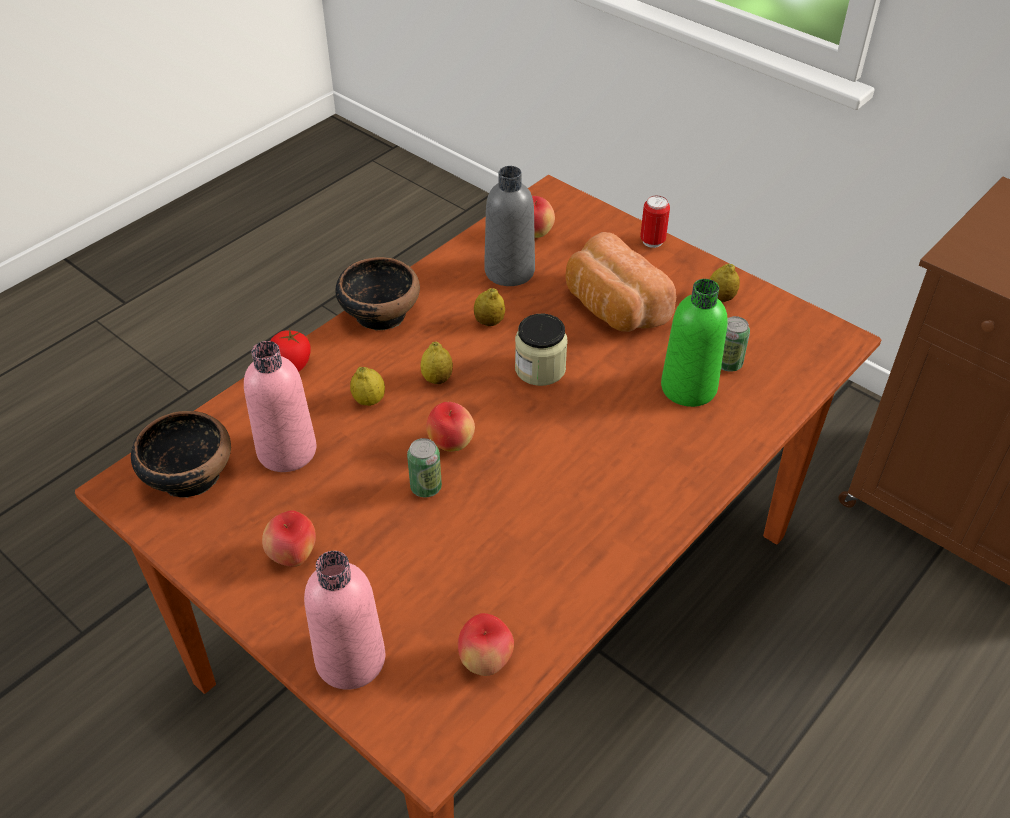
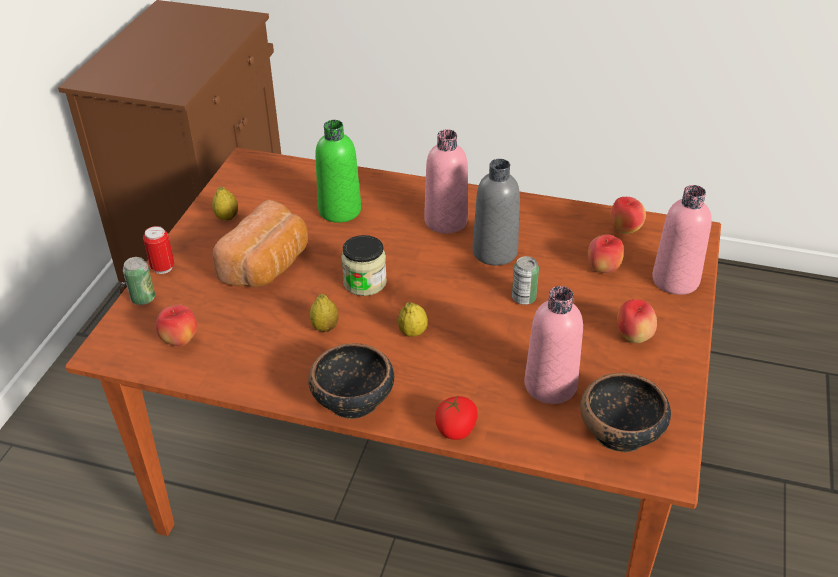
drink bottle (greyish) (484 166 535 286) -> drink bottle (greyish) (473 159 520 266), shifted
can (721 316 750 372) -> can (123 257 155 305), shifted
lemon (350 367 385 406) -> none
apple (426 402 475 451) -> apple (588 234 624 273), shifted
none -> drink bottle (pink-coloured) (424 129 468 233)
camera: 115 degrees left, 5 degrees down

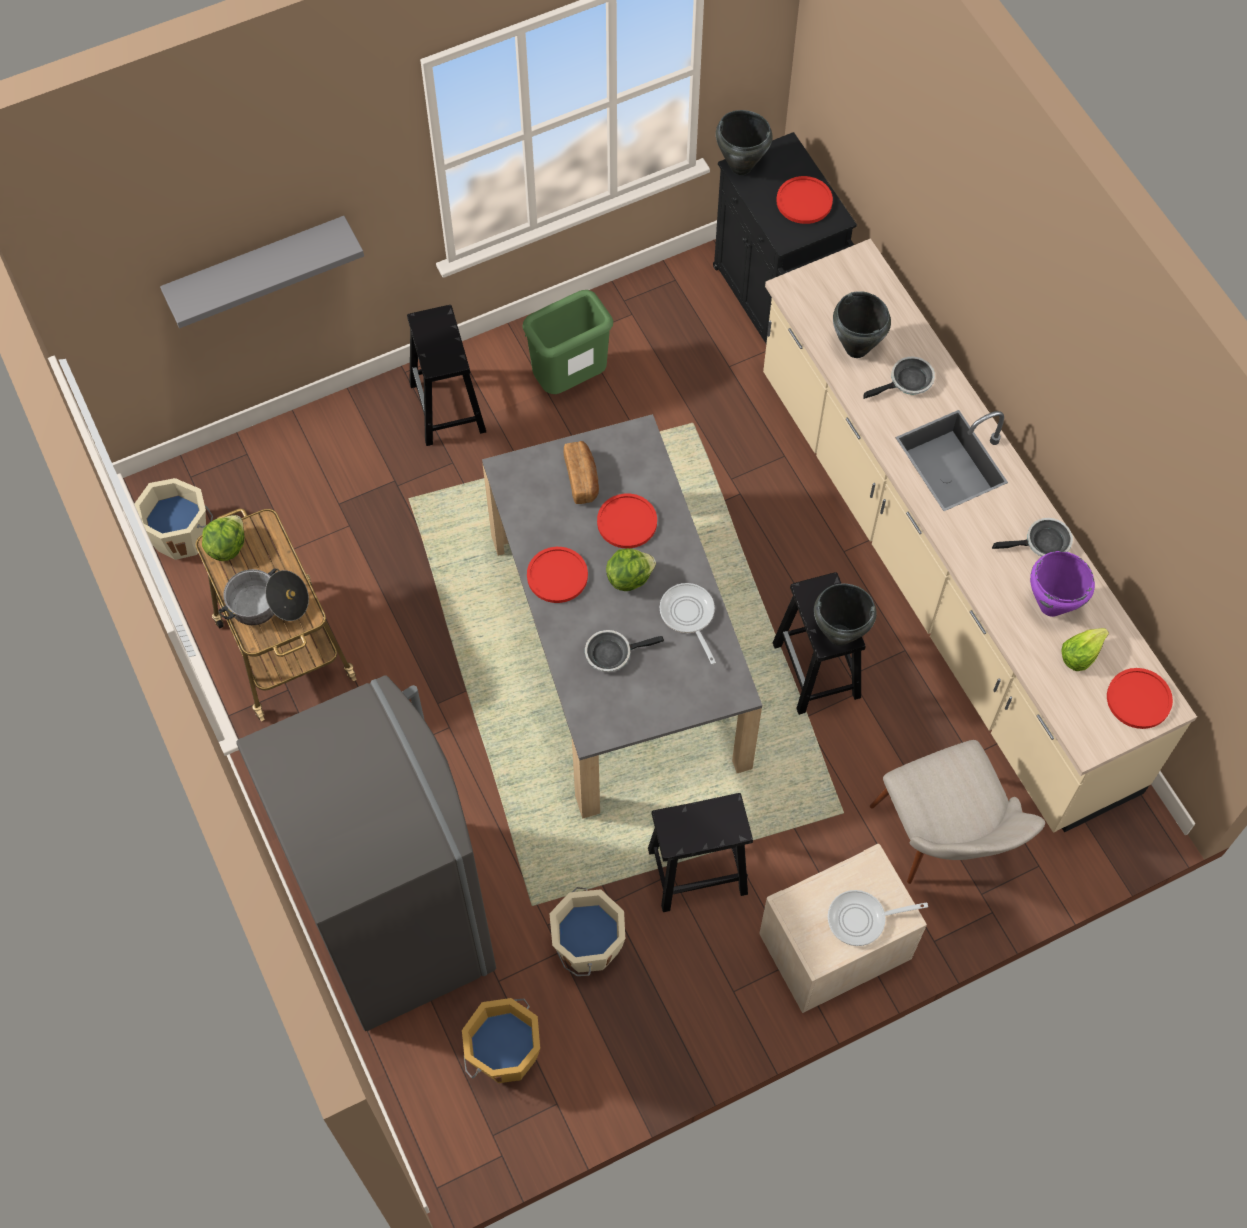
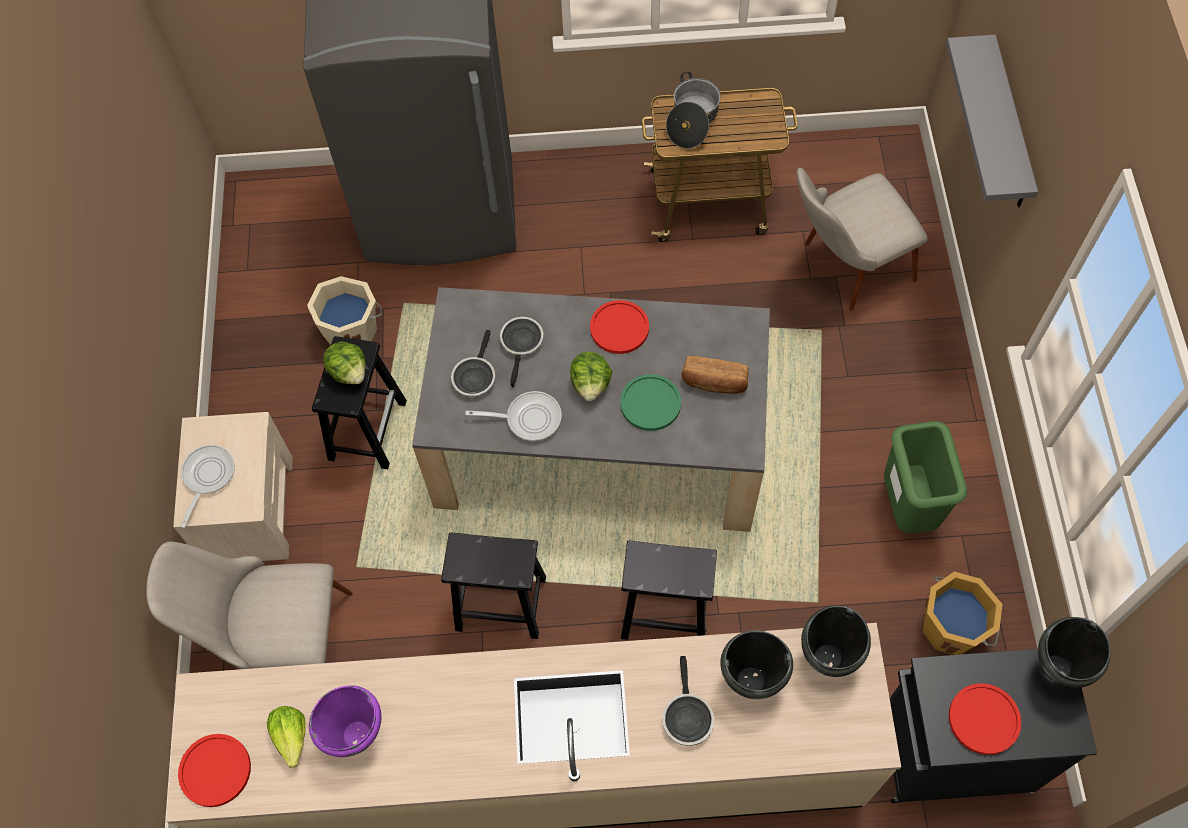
stool seat (black-coloured) (407 305 486 446) -> stool seat (black-coloured) (621 541 717 640), shifted
pail (beige) (134 478 213 560) -> none
plate (reddish) (597 493 657 548) -> plate (greenish) (620 374 681 431)
lettuce (202 515 245 561) -> lettuce (323 342 365 384), shifted
skillet (992 518 1073 557) -> skillet (451 330 495 397), shifted
saucepot (black-coloured) (814 584 877 646) -> saucepot (black-coloured) (801 606 871 677), shifted
pail (orange-coloured) (462 998 540 1083) -> pail (orange-coloured) (923 572 1002 655), shifted
none -> upright chair (beige) (796 168 928 311)
camera: 115 degrees right, 0 degrees up

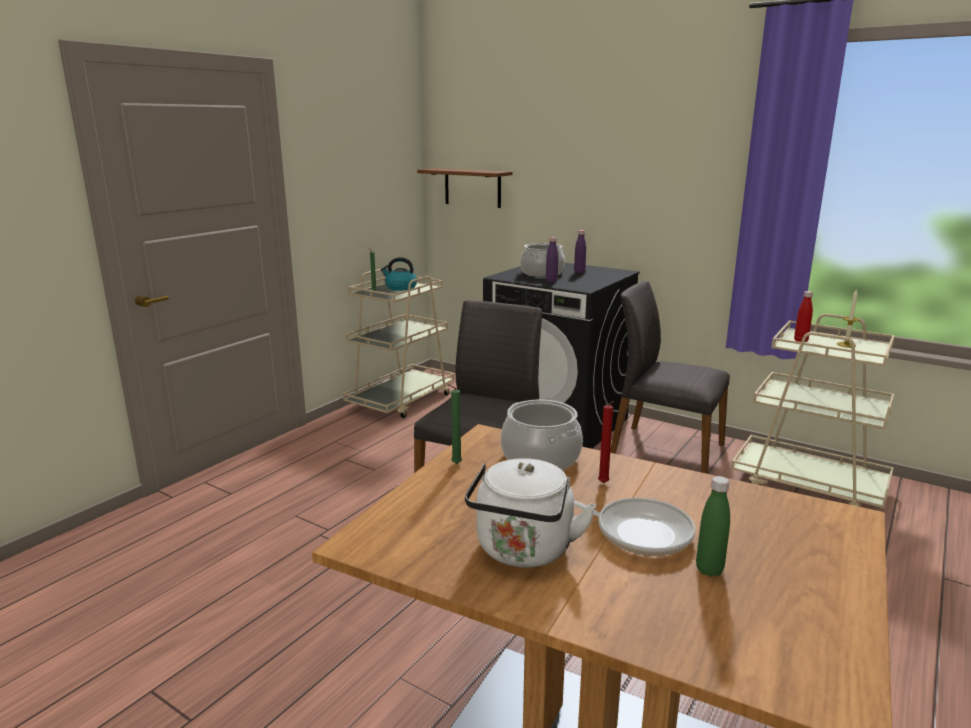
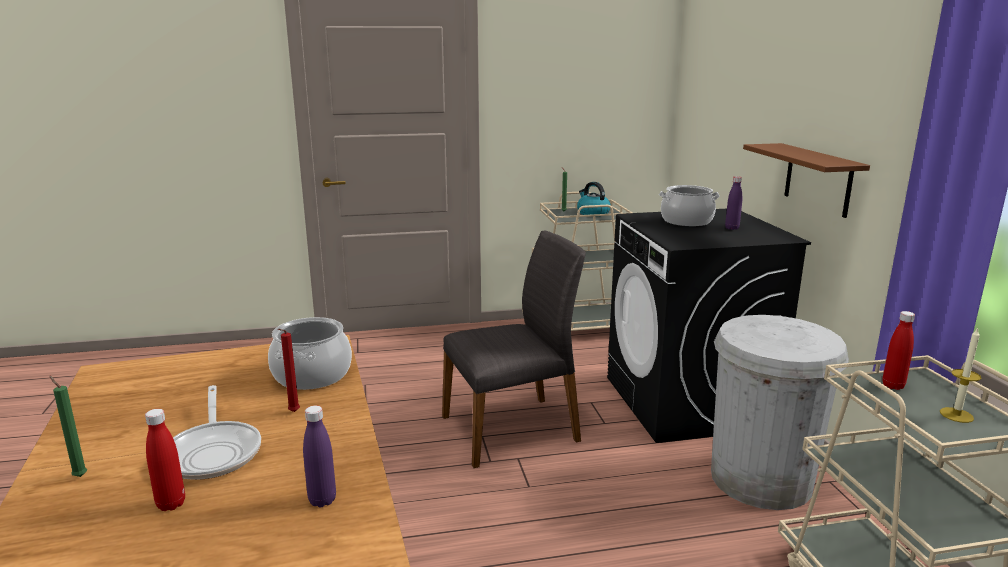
shelf (brownish) (417 168 513 208) -> shelf (brownish) (743 143 870 218), shifted
drink bottle (purple) (546 237 558 283) -> drink bottle (purple) (303 406 336 507), shifted
upright chair (greyish) (610 281 730 474) -> rubbish bin (whitish) (711 315 849 510)
wax light (greenish) (447 384 462 464) -> wax light (greenish) (49 376 87 477), shifted
kettle (whitish) (465 458 596 568) -> none
drink bottle (greenish) (696 476 730 577) -> drink bottle (reddish) (145 409 185 511)
camera: 45 degrees right, 0 degrees up

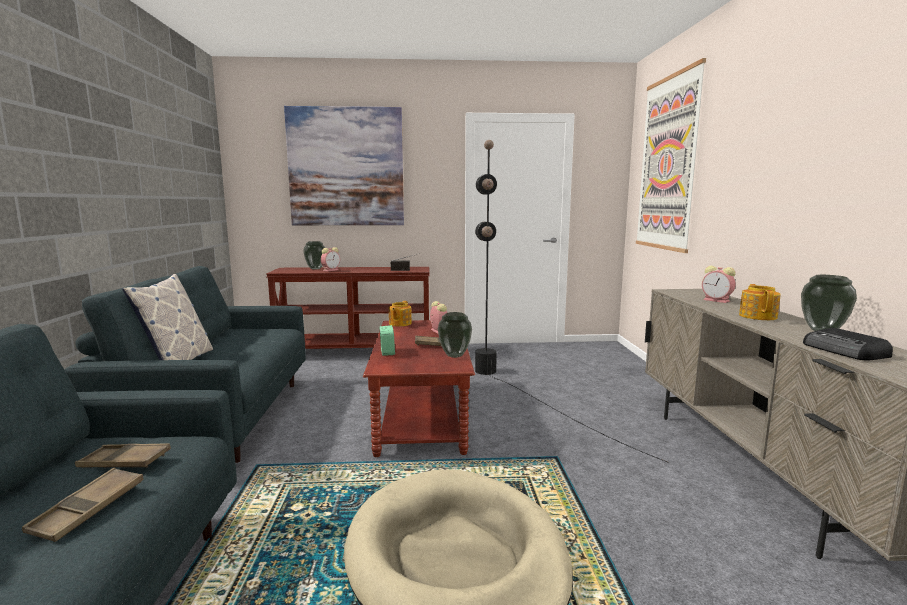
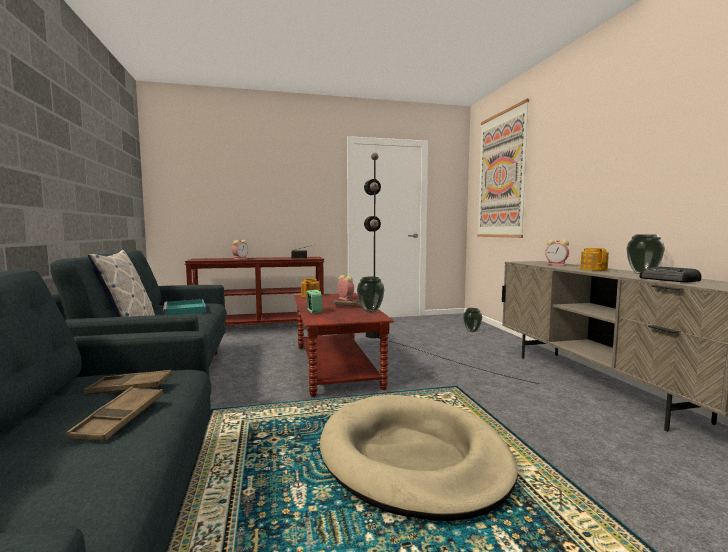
wall art (284 106 404 225) -> none
vase (303 241 325 270) -> vase (463 308 482 332), shifted
none -> serving tray (turquoise-coloured) (163 299 206 315)
camera: 10 degrees left, 5 degrees down

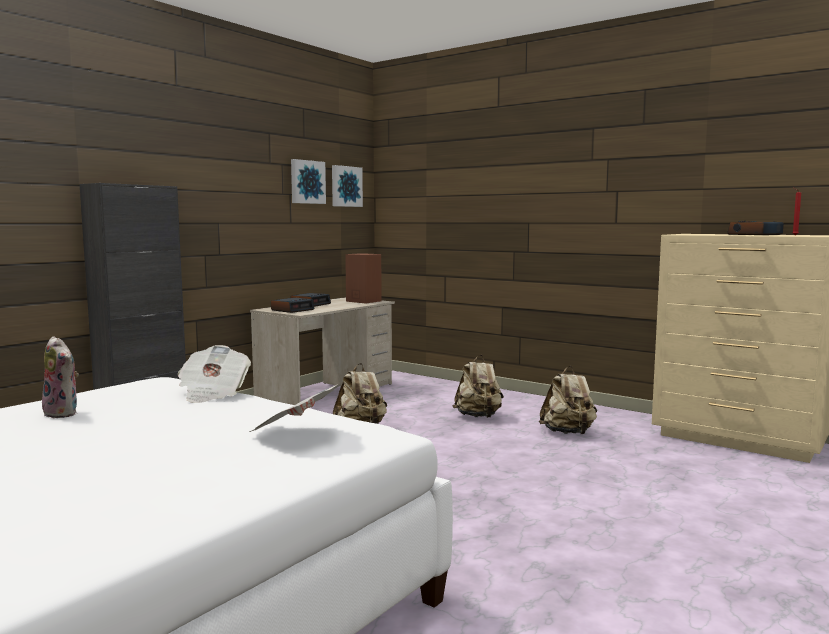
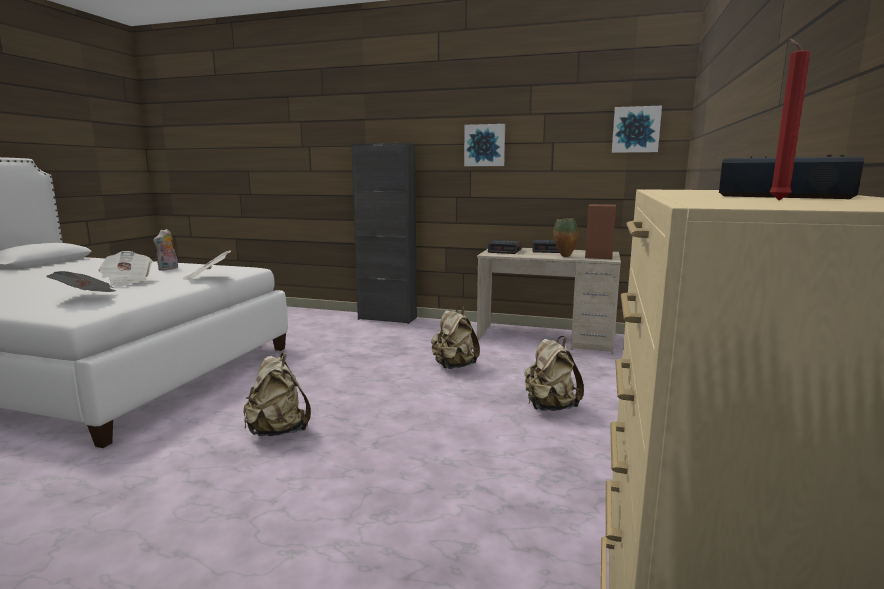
wall art (291 159 326 204) -> wall art (464 124 505 166), shifted
backpack (beige) (539 366 597 435) -> backpack (beige) (243 353 311 436), shifted
none -> vase (553 218 578 257)
none -> printed paper (99 251 153 287)
camera: 70 degrees right, 5 degrees up

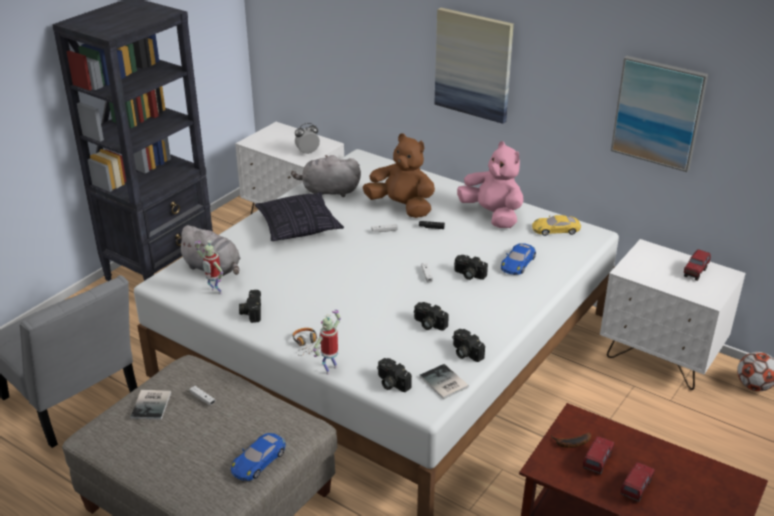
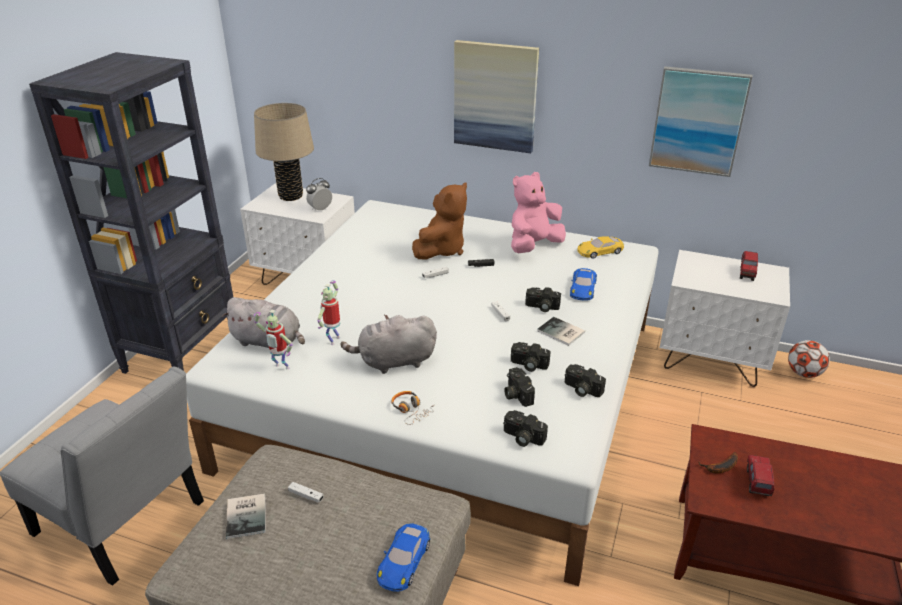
cuddly toy (brownish) (363 133 435 218) -> cuddly toy (brownish) (412 182 467 260), 105 degrees clockwise
cuddly toy (pink-coloured) (457 141 524 228) -> cuddly toy (pink-coloured) (511 172 566 253), 75 degrees counterclockwise
cuddly toy (greyish) (291 155 361 197) -> cuddly toy (greyish) (341 315 437 374), shifted
pillow (254 192 344 241) -> none
still camera (239 290 261 323) -> still camera (504 367 535 407), shifted
model robot (313 310 341 375) -> model robot (317 280 340 345), shifted
volume (420 364 469 399) -> volume (537 317 585 346), shifted
toy truck (620 462 655 502) -> none
none -> tabletop lamp (beige) (254 103 314 201)
camera: 15 degrees left, 0 degrees up

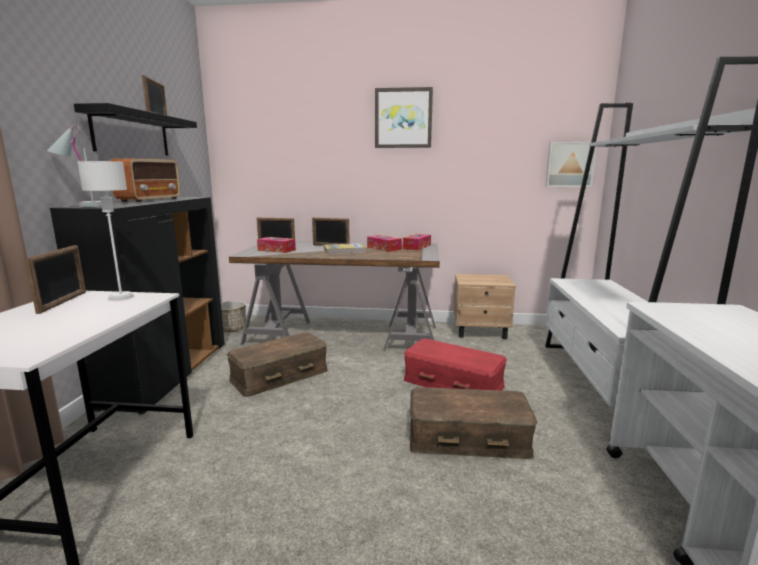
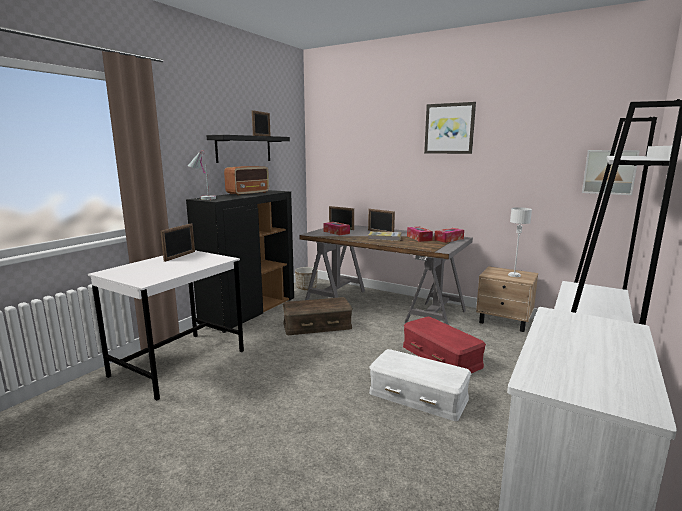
tabletop lamp (whitish) (77 161 135 301) -> tabletop lamp (whitish) (508 207 532 277), shifted
storage bin (brownish) (410 387 537 459) -> storage bin (whitish) (369 349 471 421)
camera: 25 degrees right, 0 degrees up

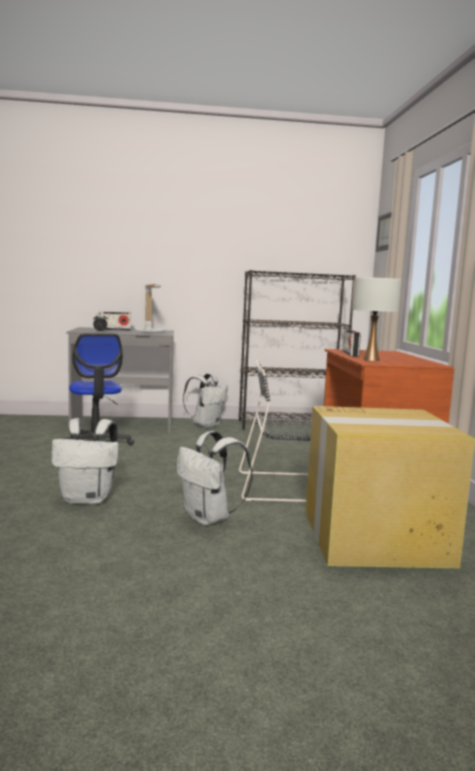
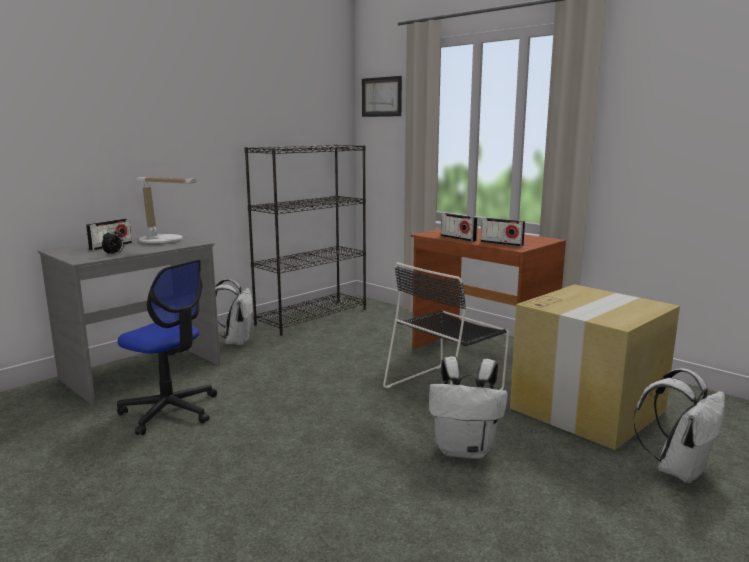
tabletop lamp (whitish) (352 277 402 361) -> radio (481 218 525 247)
backpack (whitish) (52 418 119 504) -> backpack (whitish) (633 368 725 483), shifted
camera: 40 degrees left, 5 degrees up

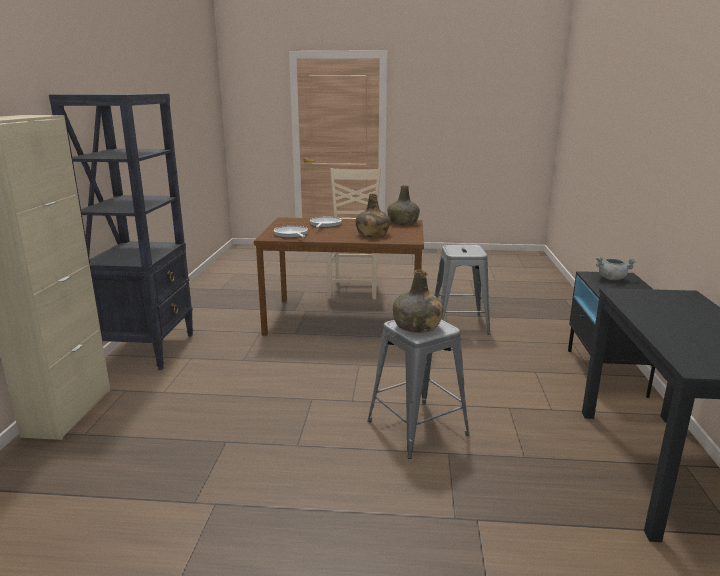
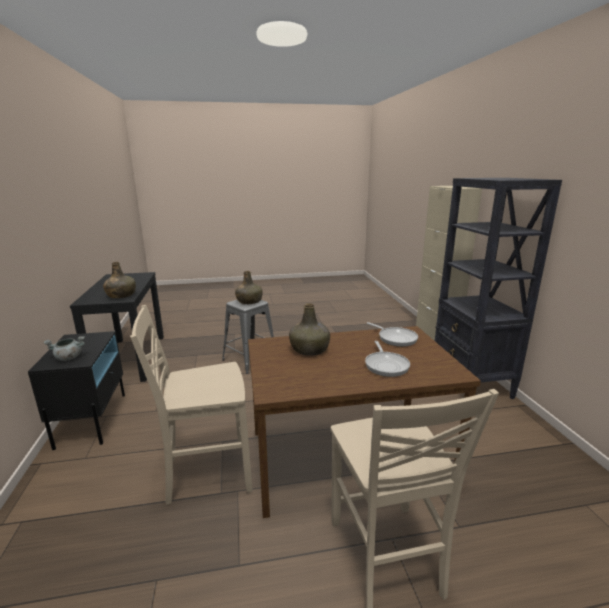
drink bottle (greenish) (387 185 420 225) -> drink bottle (greenish) (103 262 136 298), shifted
stool seat (greyish) (434 245 490 335) -> upright chair (beige) (130 305 252 505)
camera: 165 degrees right, 0 degrees up

